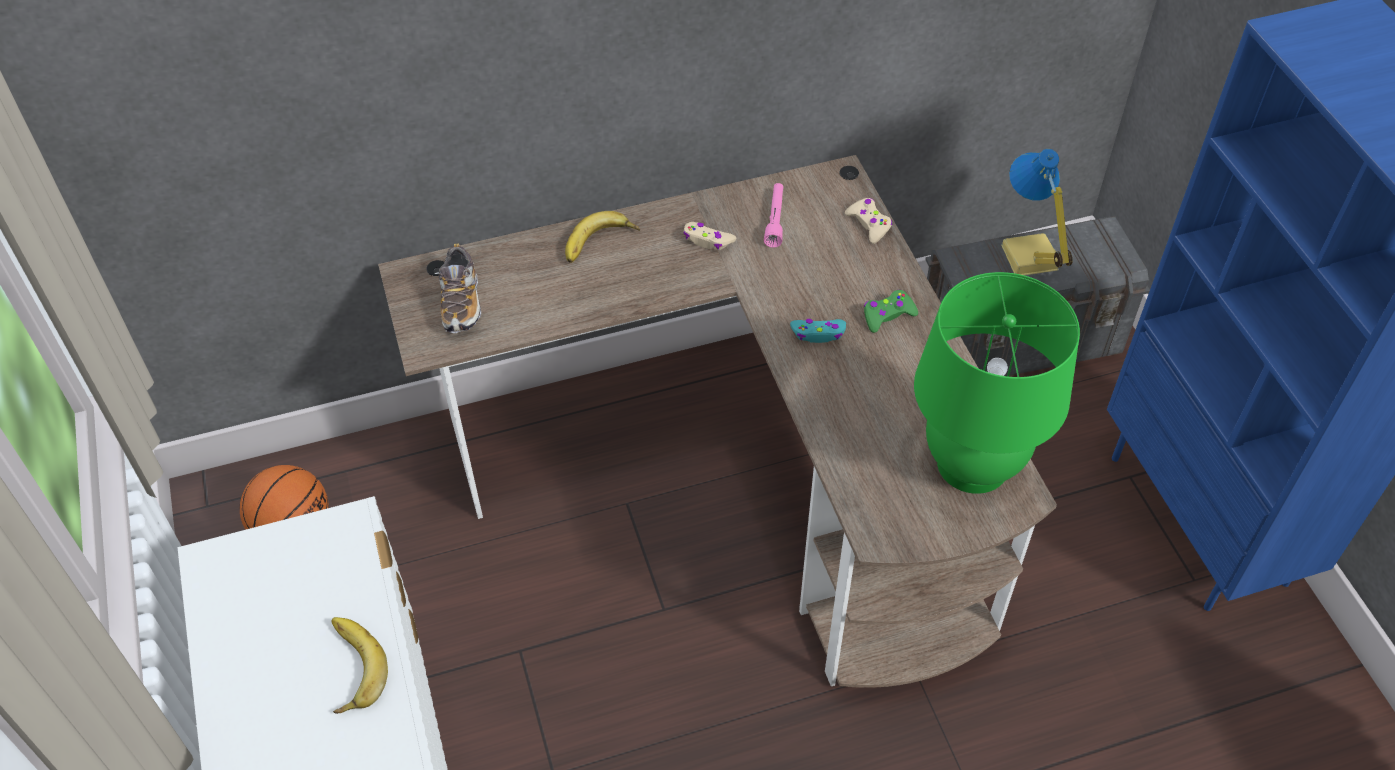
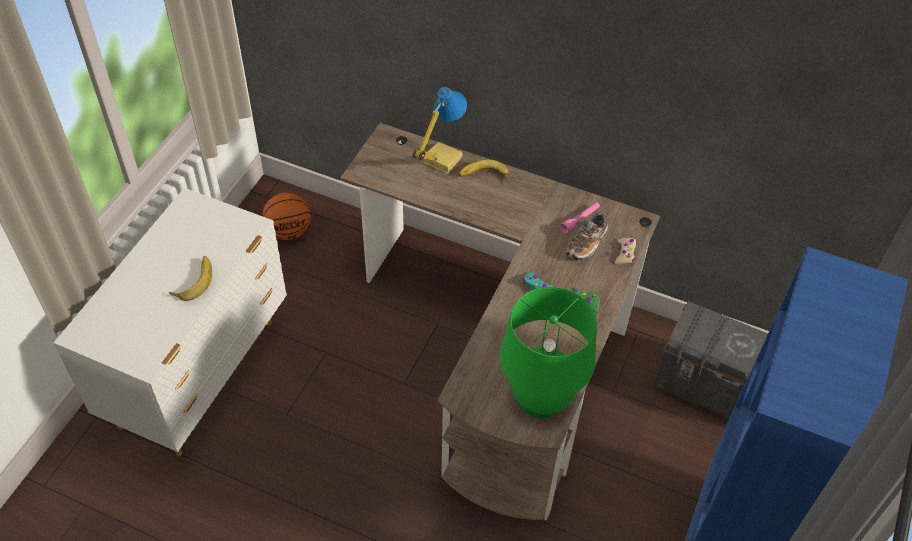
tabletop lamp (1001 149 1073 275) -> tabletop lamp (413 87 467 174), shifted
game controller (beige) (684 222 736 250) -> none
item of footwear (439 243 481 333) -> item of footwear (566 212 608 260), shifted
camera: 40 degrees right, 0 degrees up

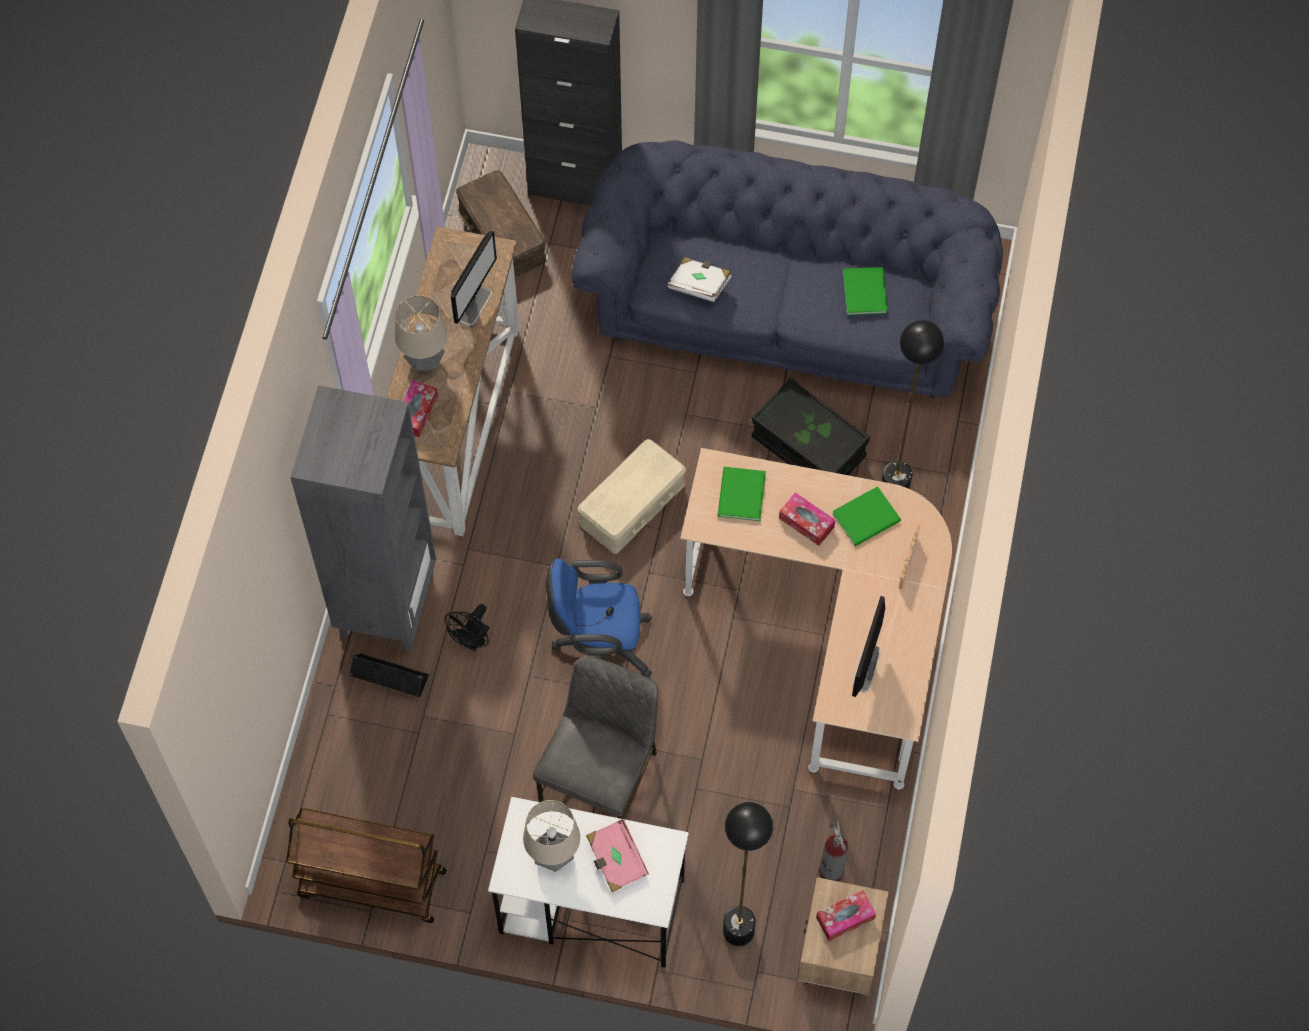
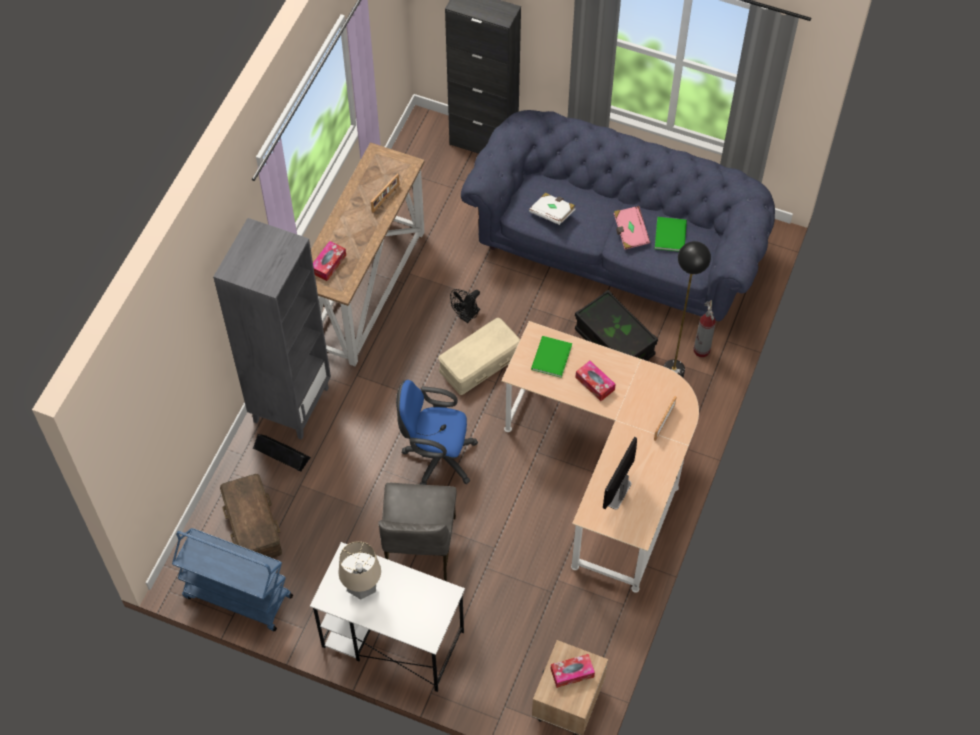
storage bin (brownish) (456 170 546 277) -> storage bin (brownish) (220 474 282 558), shifted
monitor (451 230 497 326) -> standing frame (371 174 399 213)
tabletop lamp (395 295 448 371) -> none
volume (greenish) (832 486 901 546) -> none
cooling fan (black-coloured) (445 604 489 651) -> cooling fan (black-coloured) (450 289 480 323), shifted
upright chair (greyish) (533 656 658 819) -> upright chair (greyish) (378 483 457 581), 150 degrees clockwise
standard lamp (black-coloured) (723 802 773 946) -> none
wheeled cart (brownish) (286 808 446 923) -> wheeled cart (blue-coloured) (172 528 293 631)
volume (pink-coloured) (586 819 649 892) -> volume (pink-coloured) (614 206 650 250), shifted
fire-fighting cylinder (819 820 848 881) -> fire-fighting cylinder (694 300 715 357), shifted
camera: 10 degrees right, 5 degrees down

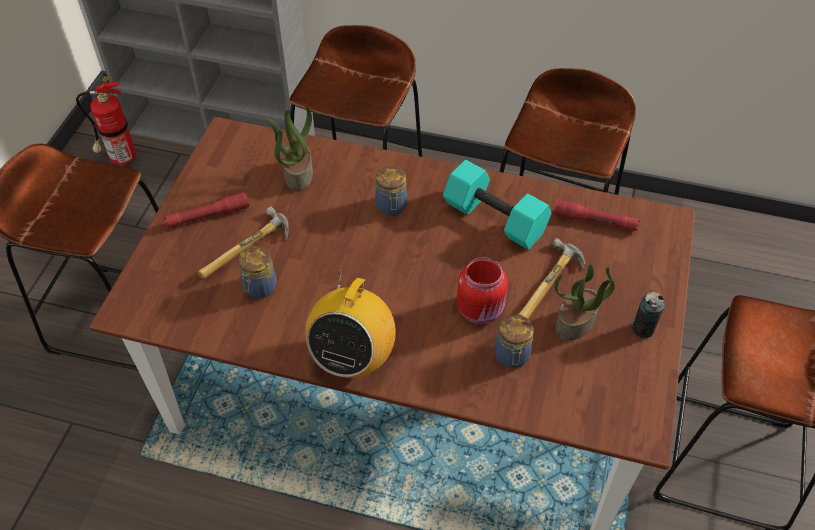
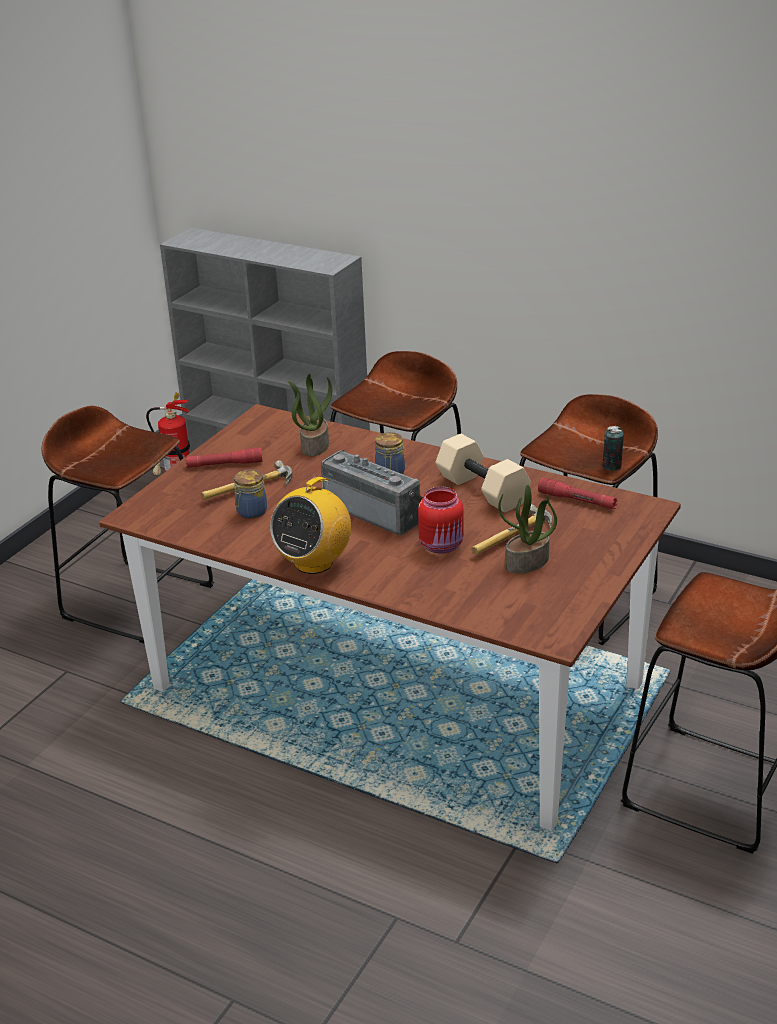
hand weight (turquoise-coloured) (443 160 552 250) -> hand weight (beige) (435 434 531 512)
can (632 292 665 338) -> can (603 426 624 471), shifted
preserve jar (494 314 534 368) -> none
none -> radio (321 450 423 535)
camera: 15 degrees right, 20 degrees down

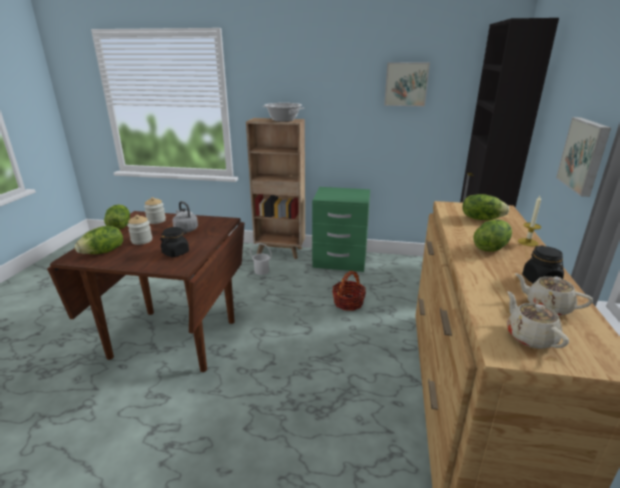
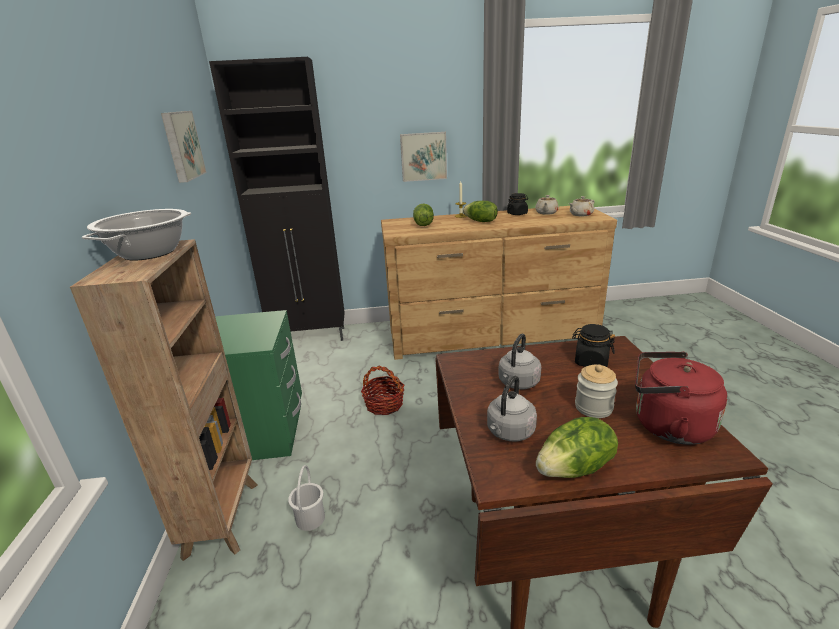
preserve jar (144 197 166 224) -> kettle (greyish) (487 376 537 441)
lettuce (75 226 123 254) -> kettle (reddish) (635 352 728 445)
camera: 105 degrees left, 0 degrees up

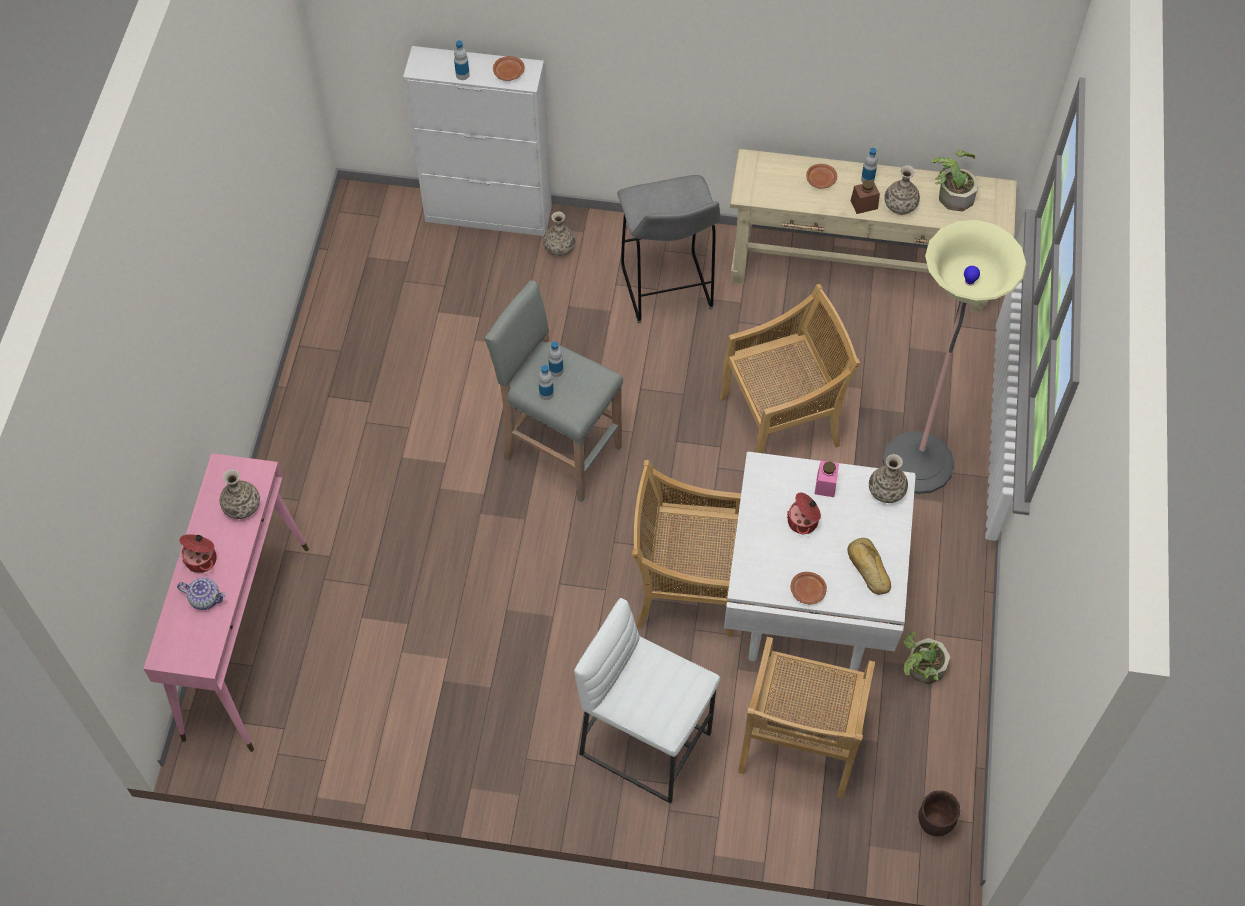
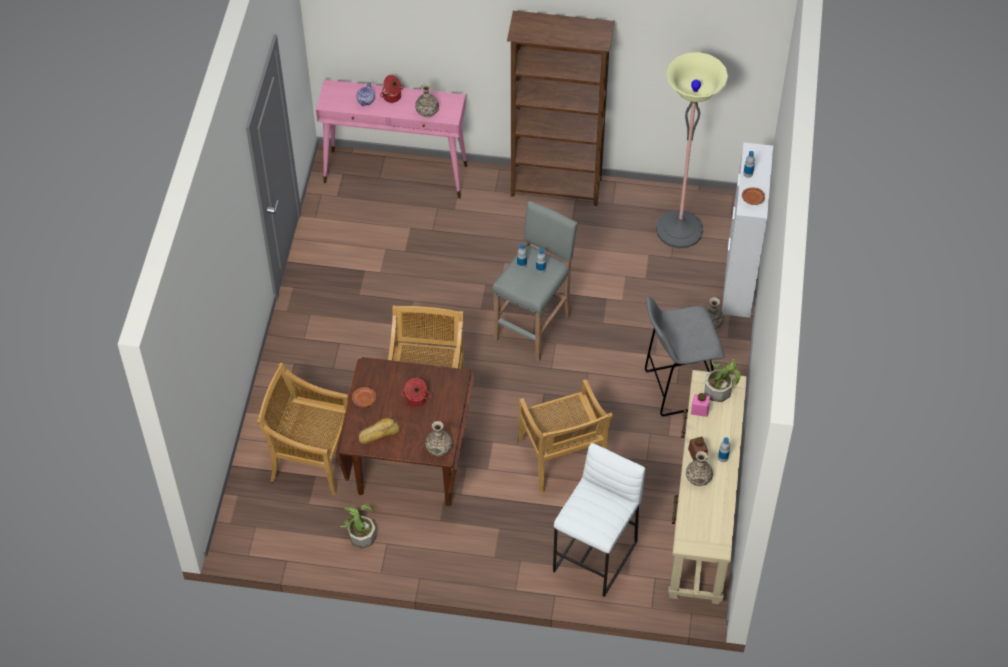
potted plant (932 150 978 211) -> potted plant (704 359 741 402), shifted
plate (brownish) (806 164 837 189) -> none
standard lamp (883 220 1027 494) -> standard lamp (656 52 728 248), shifted
dinner table (whitish) (724 452 916 671) -> dinner table (brownish) (336 357 475 506)
preserve jar (pink-coloured) (815 461 839 497) -> preserve jar (pink-coloured) (691 393 710 417), shifted
stool seat (whitish) (574 598 720 804) -> stool seat (whitish) (553 443 645 597), shifted
planter (brownish) (918 791 960 836) -> none
none -> bookcase (brownish) (507 11 614 206)
camera: 90 degrees right, 5 degrees down

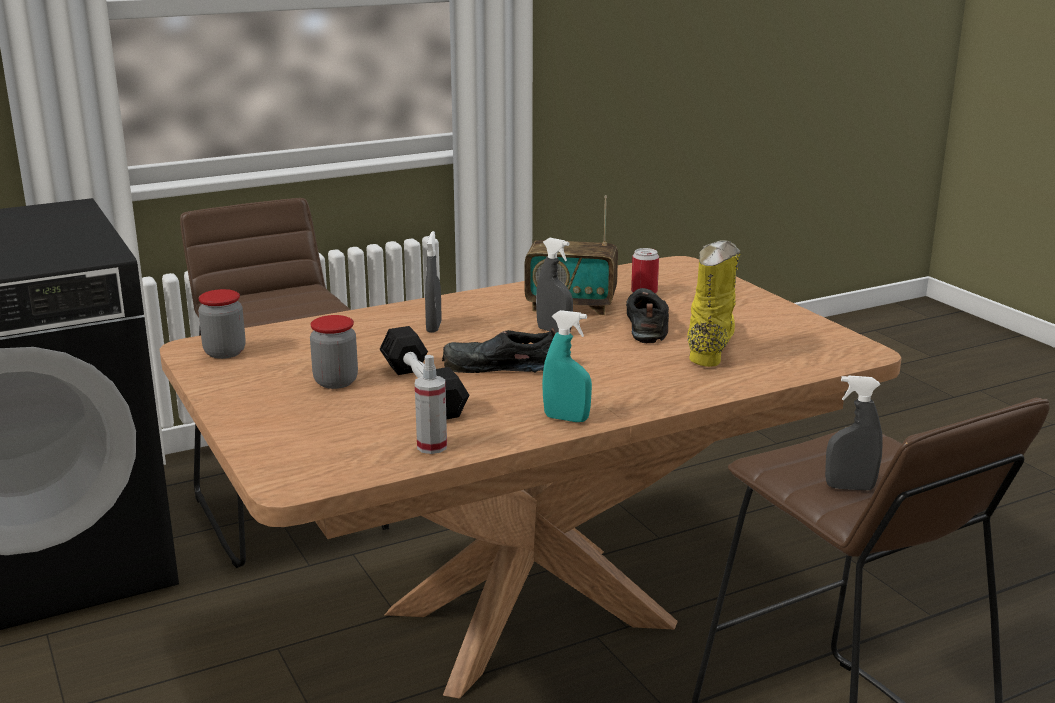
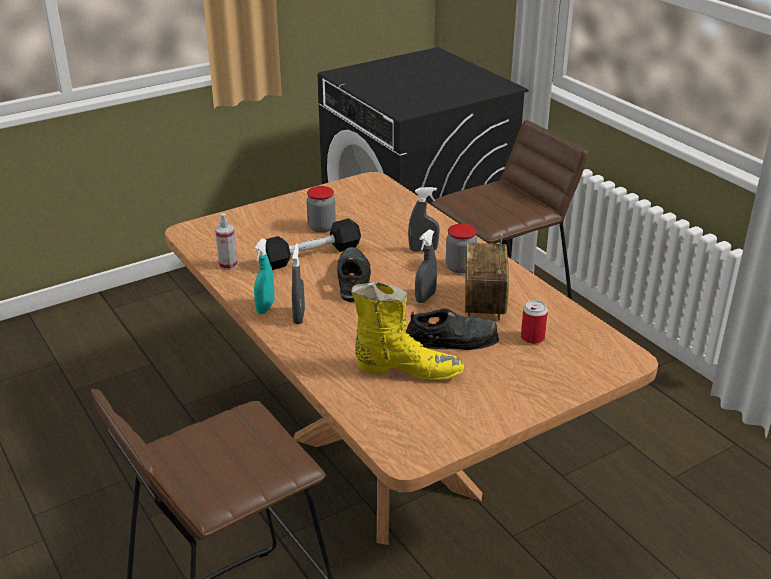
preserve jar (198 289 246 359) -> preserve jar (446 224 477 274), shifted
hand sprayer (greyish) (825 375 883 490) -> hand sprayer (greyish) (292 244 305 324), shifted
camera: 85 degrees right, 10 degrees up

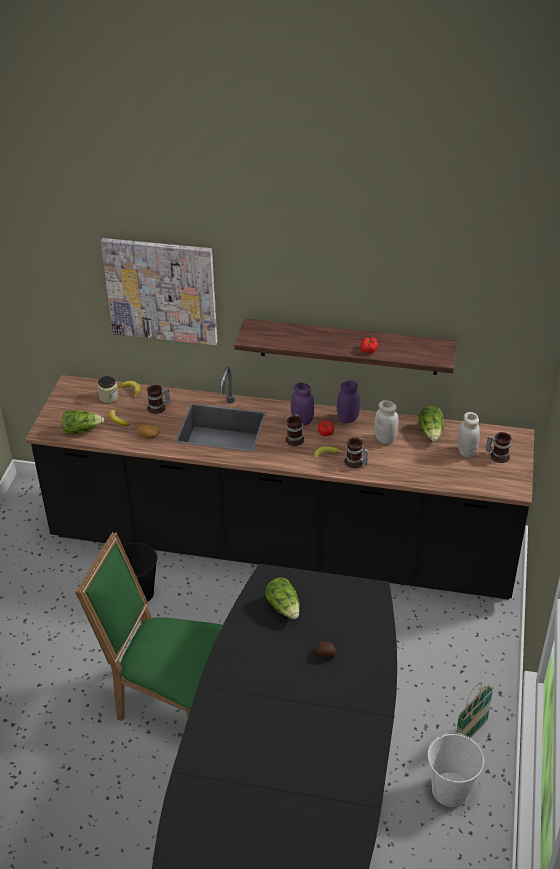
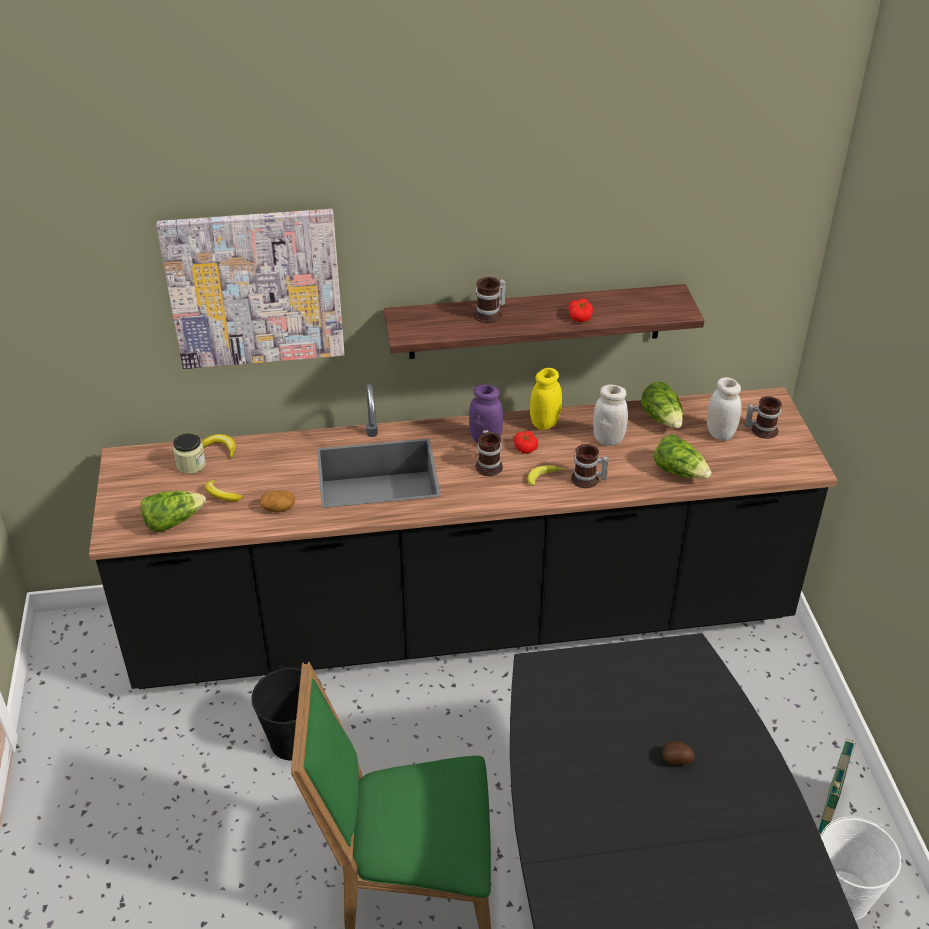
preserve jar (purple) (337 380 361 423) -> preserve jar (yellow-coloured) (530 368 562 430)
mug (147 385 170 414) -> mug (474 277 506 323), shifted
lettuce (265 578 300 619) -> lettuce (654 435 711 479), shifted
camera: 20 degrees left, 0 degrees up

